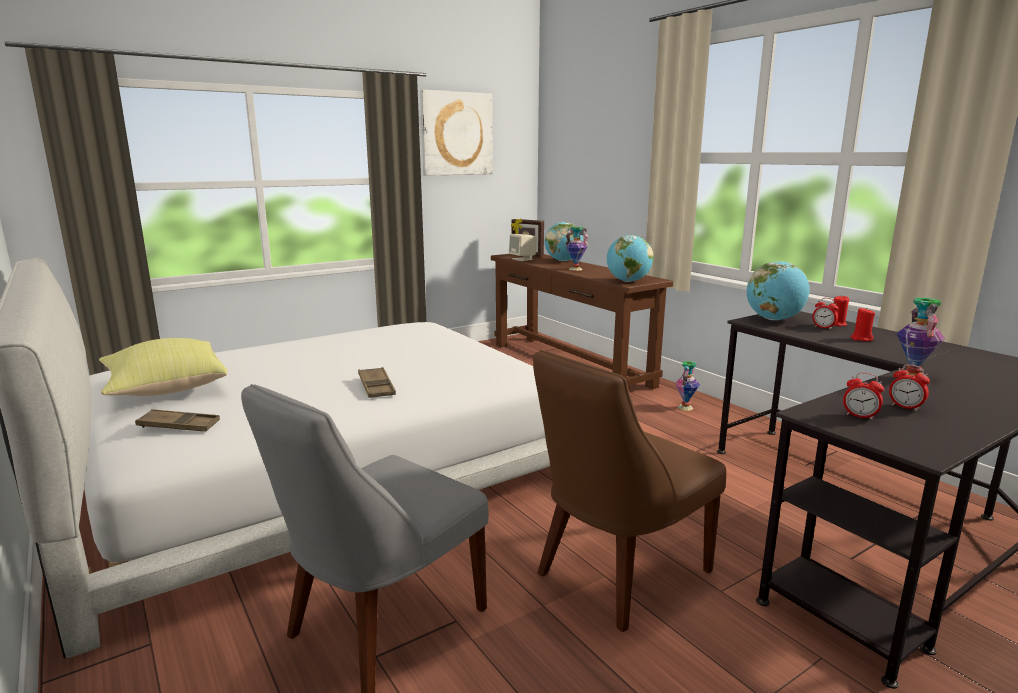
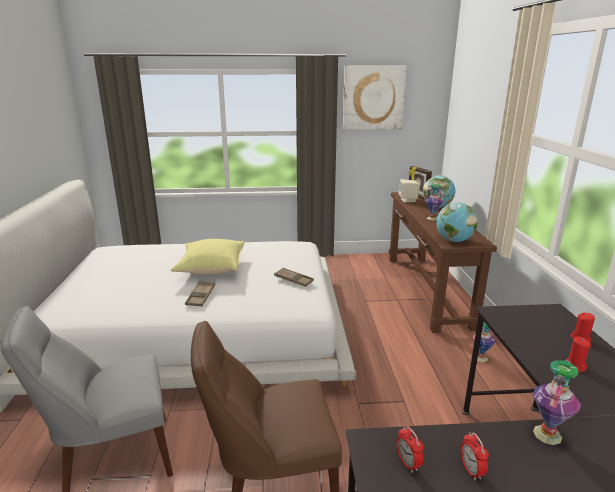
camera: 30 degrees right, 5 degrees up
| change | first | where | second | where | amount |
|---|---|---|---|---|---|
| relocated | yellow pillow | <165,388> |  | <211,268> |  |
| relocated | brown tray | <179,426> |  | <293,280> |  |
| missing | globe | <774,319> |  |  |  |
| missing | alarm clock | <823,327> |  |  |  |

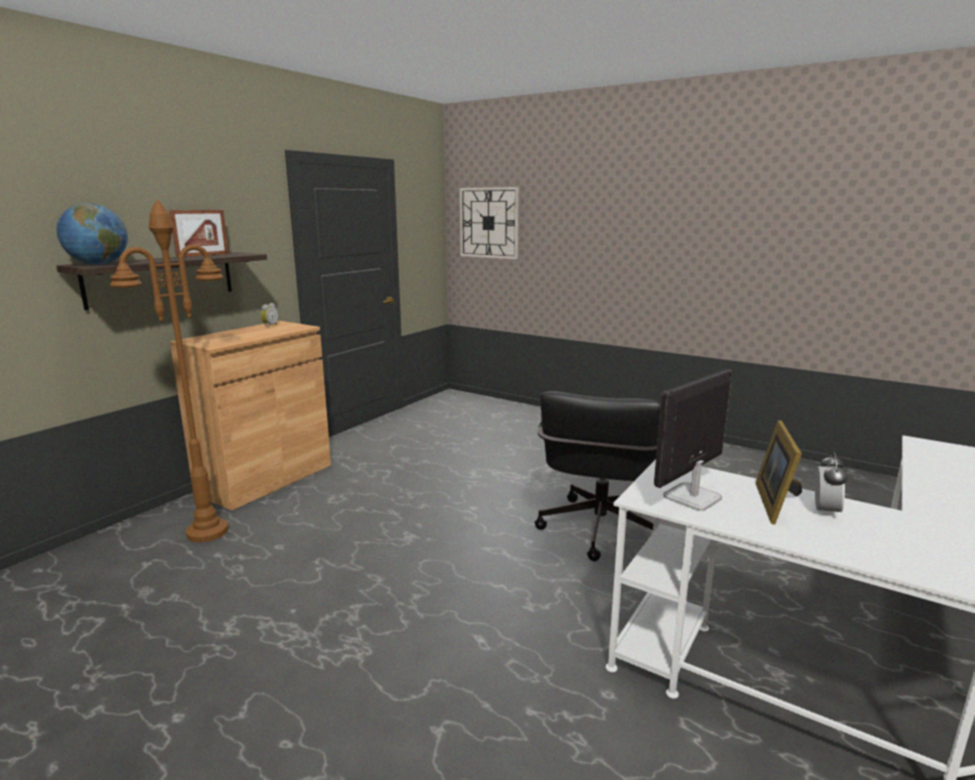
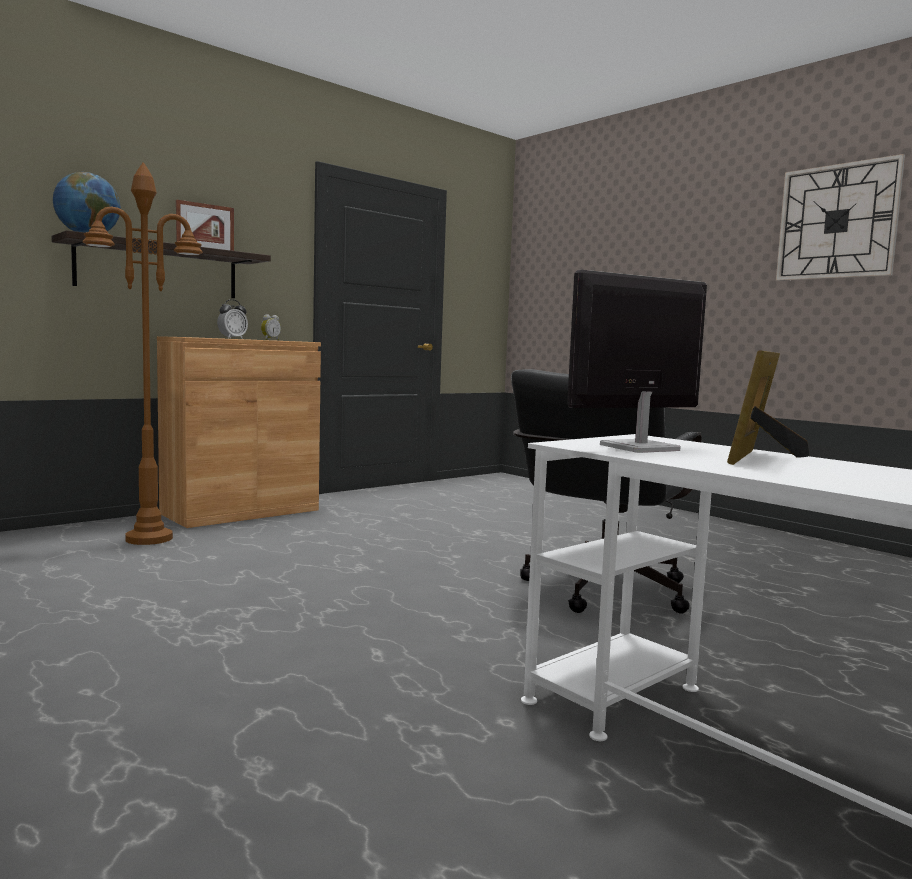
camera: 15 degrees right, 10 degrees down
| change | first | where | second | where | amount |
|---|---|---|---|---|---|
| relocated | alarm clock | <825,511> |  | <232,338> |  |
| relocated | wall clock | <489,223> |  | <837,221> |  |

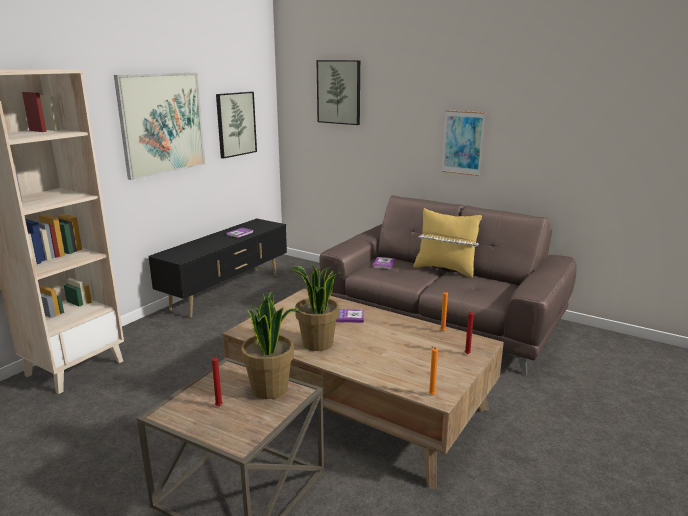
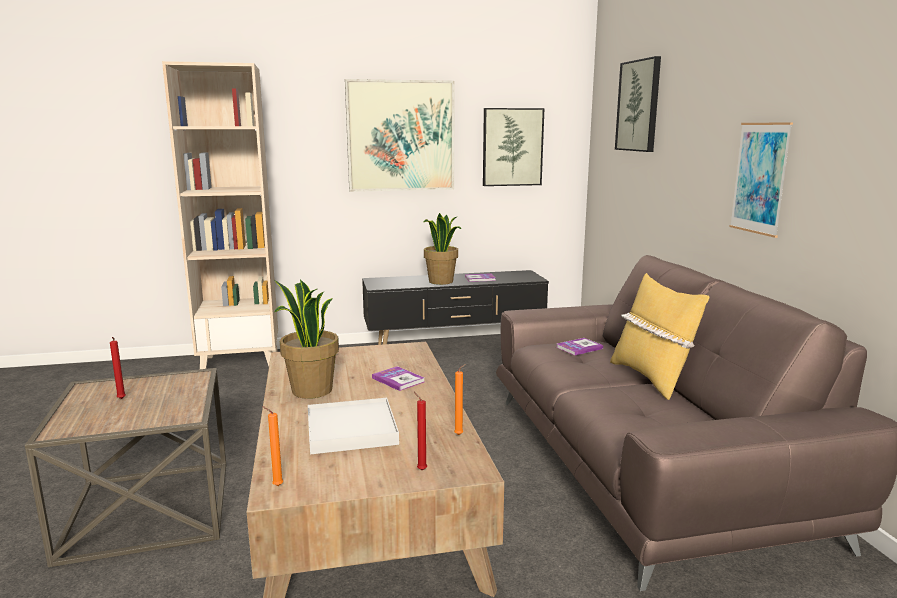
camera: 45 degrees right, 5 degrees down
| change | first | where | second | where | amount |
|---|---|---|---|---|---|
| appeared |  |  | white tray | <351,429> |  |
| relocated | potted plant | <270,389> |  | <441,282> |  |

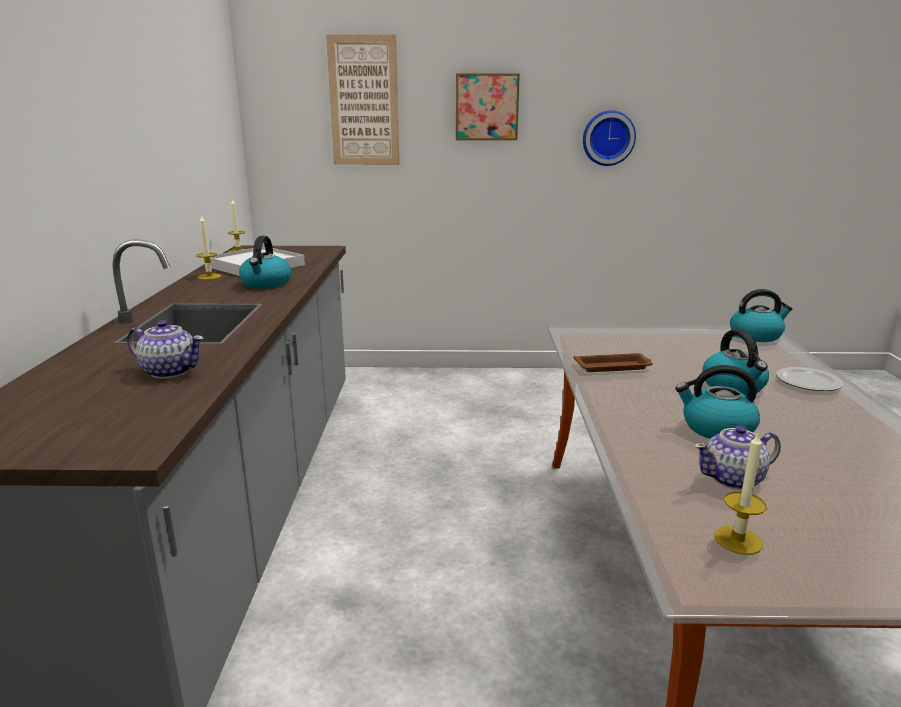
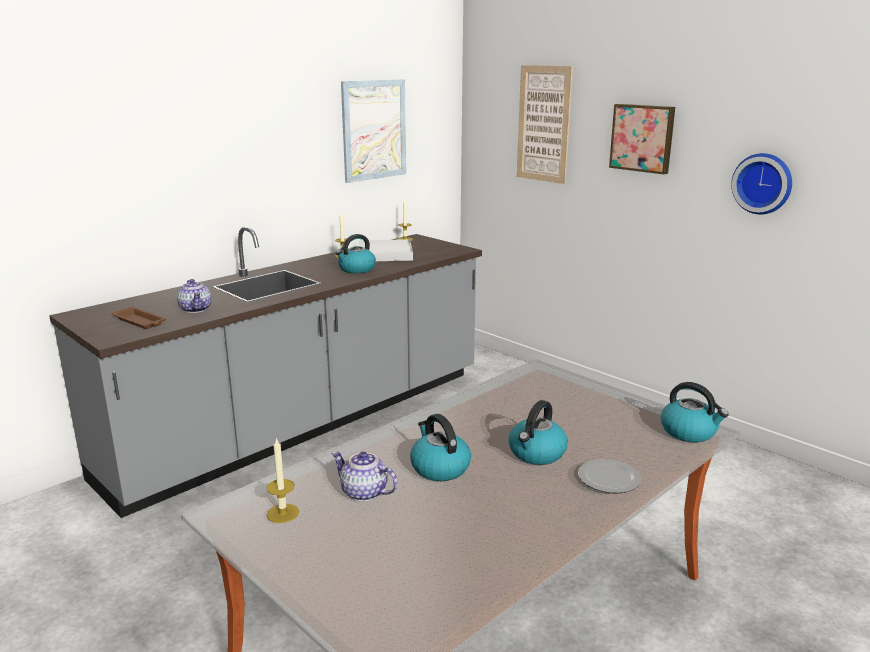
camera: 45 degrees right, 0 degrees up
| change | first | where | second | where | amount |
|---|---|---|---|---|---|
| relocated | brown tray | <613,367> |  | <140,322> |  |
| appeared |  |  | picture | <374,130> |  |

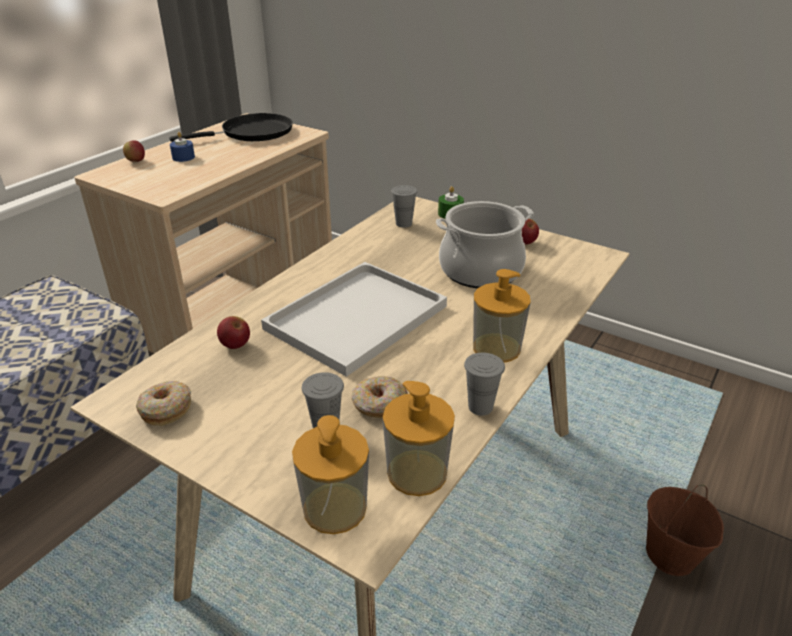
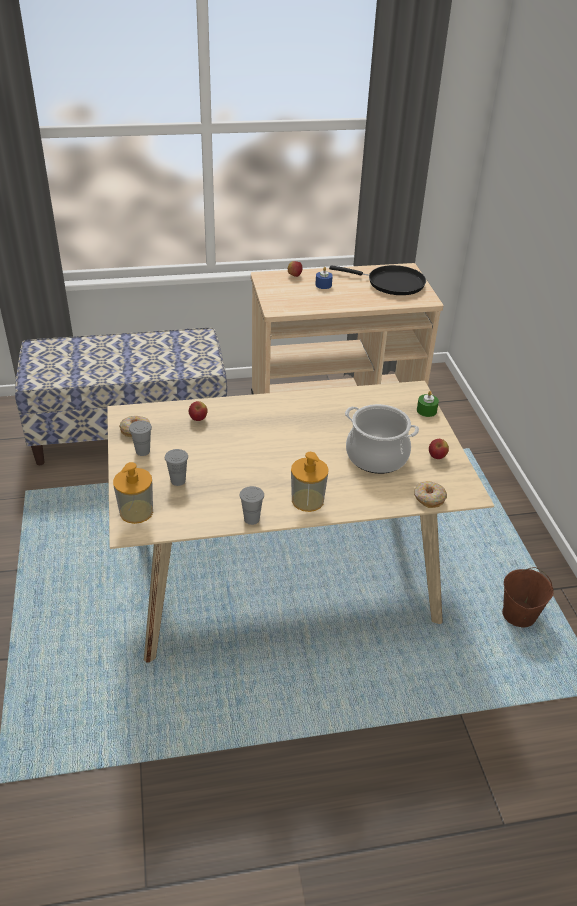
camera: 45 degrees right, 5 degrees up
| change | first | where | second | where | amount |
|---|---|---|---|---|---|
| relocated | grey cup | <403,223> |  | <143,451> |  |
| relocated | donut | <379,405> |  | <428,498> |  |
| relocated | brown bucket | <671,556> |  | <519,615> |  |
| missing | white tray | <355,319> |  |  |  |
| missing | soap dispenser | <417,472> |  |  |  |

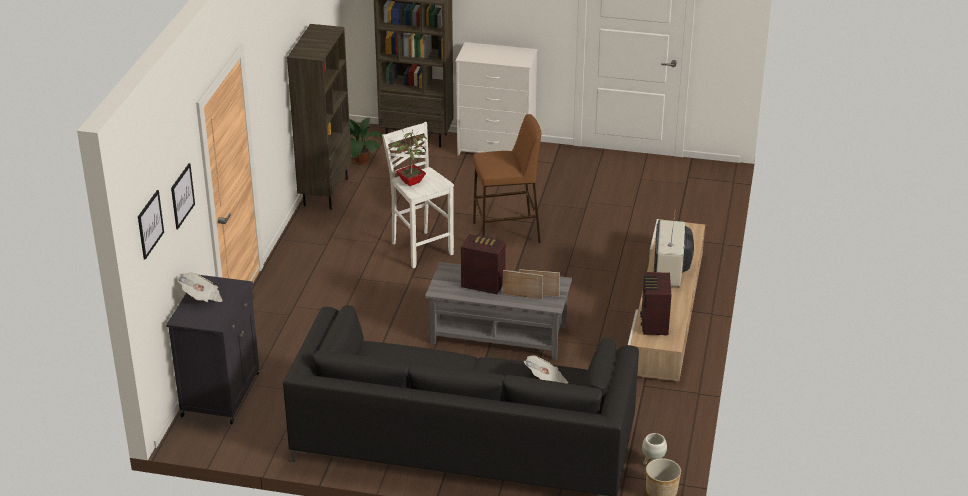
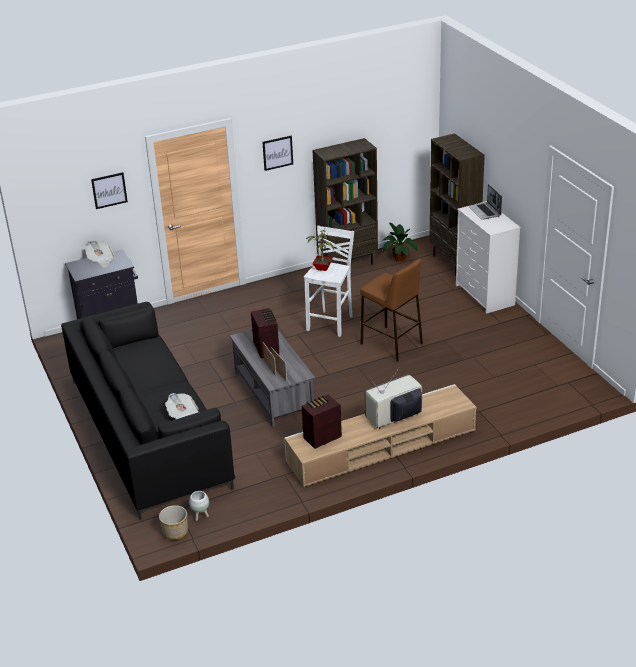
camera: 55 degrees right, 0 degrees up
| change | first | where | second | where | amount |
|---|---|---|---|---|---|
| relocated | picture | <150,224> |  | <277,153> |  |
| appeared |  |  | laptop | <485,212> |  |

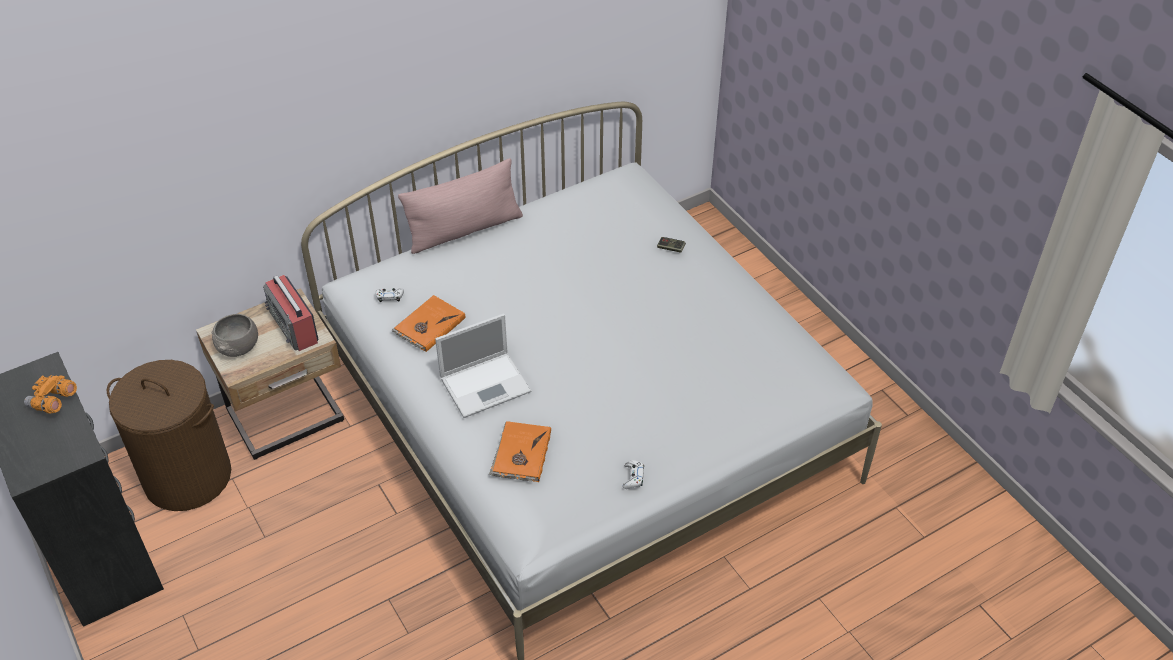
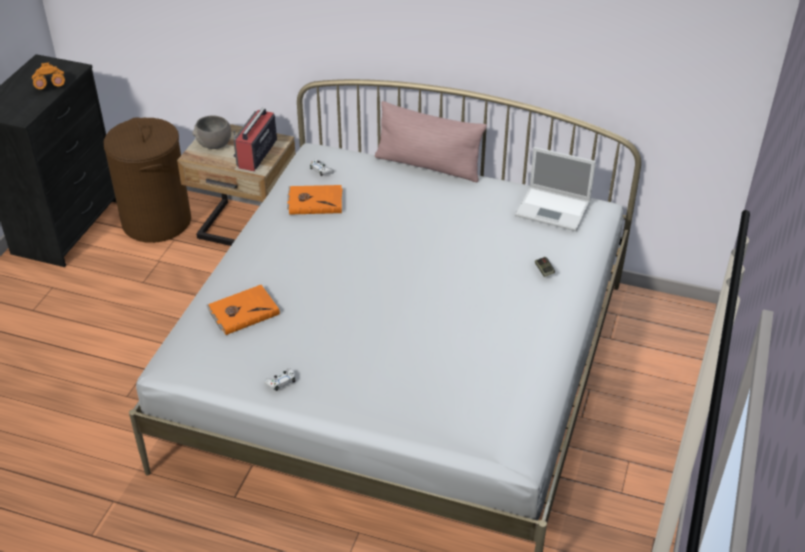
camera: 50 degrees right, 5 degrees down
| change | first | where | second | where | amount |
|---|---|---|---|---|---|
| relocated | laptop | <487,384> |  | <554,209> |  |

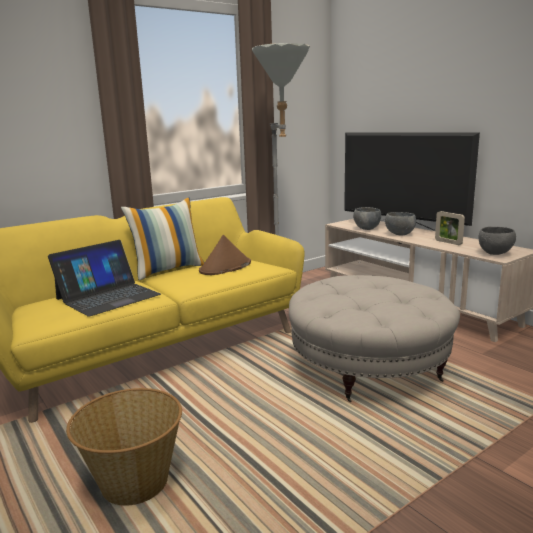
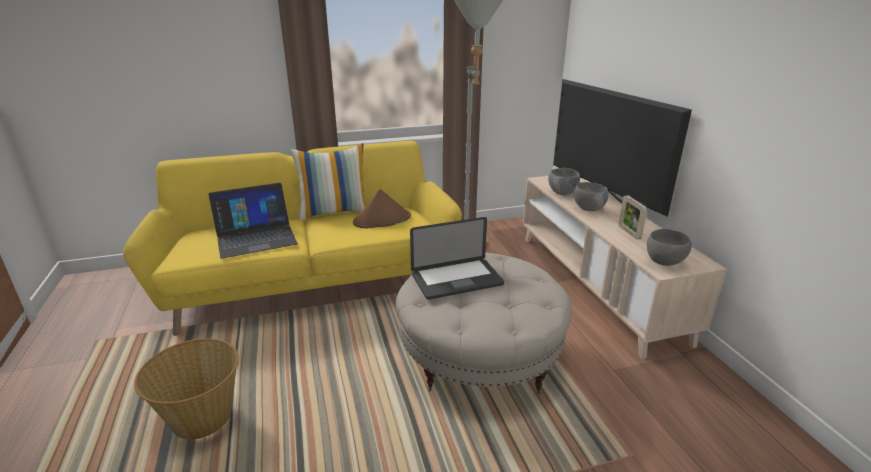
camera: 20 degrees right, 10 degrees up
| change | first | where | second | where | amount |
|---|---|---|---|---|---|
| appeared |  |  | laptop | <457,280> |  |

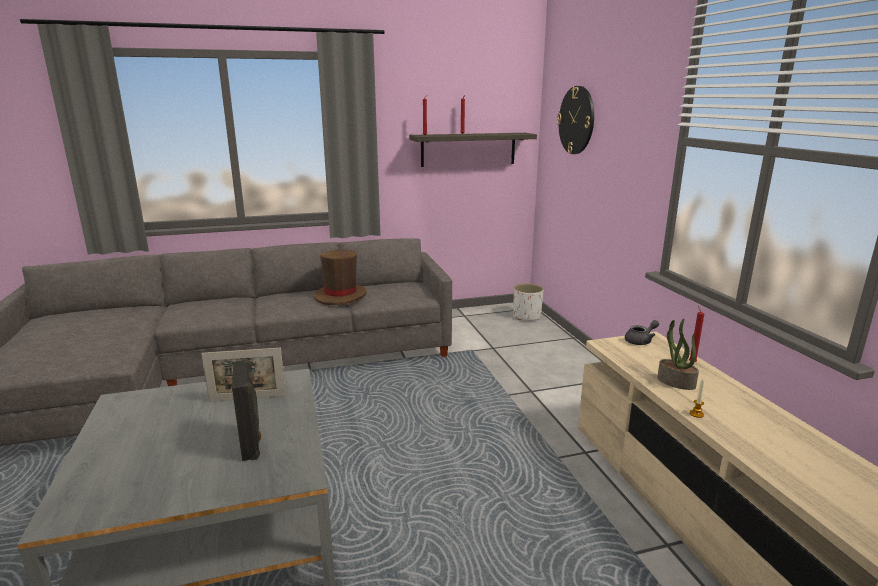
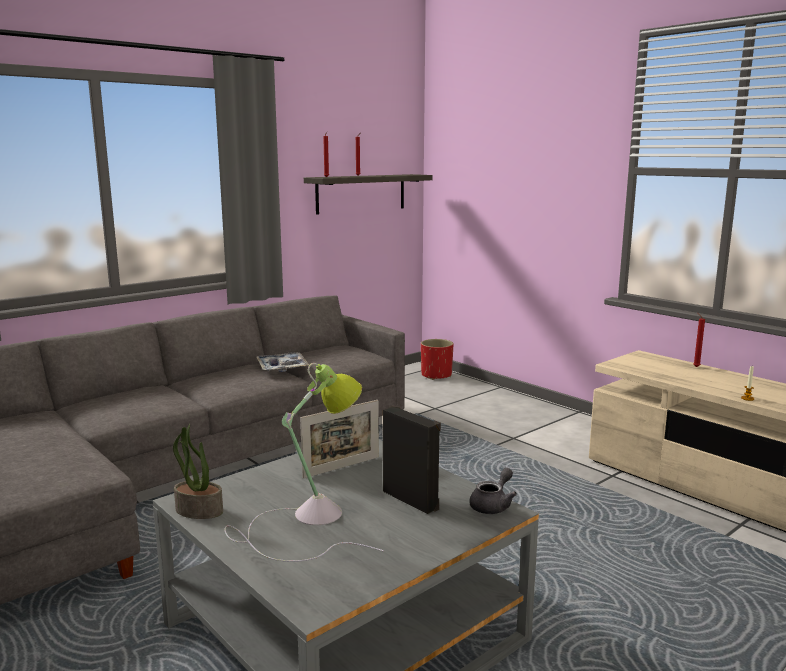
camera: 25 degrees left, 5 degrees down
| change | first | where | second | where | amount |
|---|---|---|---|---|---|
| relocated | potted plant | <675,382> |  | <198,511> |  |
| appeared |  |  | table lamp | <307,522> |  |
| exchanged | brown hat | <341,296> | tray | <282,367> |  |
| colour | white planter | <527,316> | red planter | <436,375> |  |
| relocated | grey teapot | <641,341> |  | <493,505> |  |
| missing | wall clock | <576,120> |  |  |  |

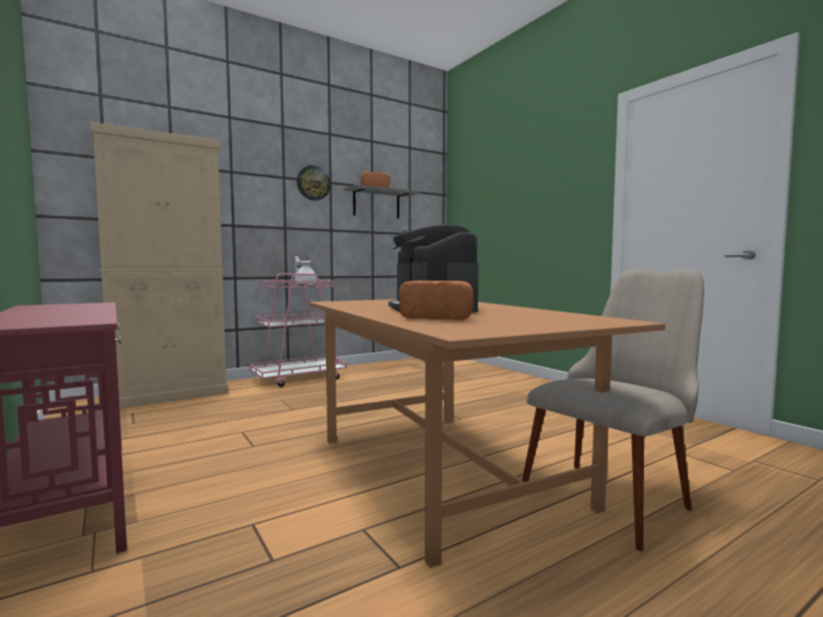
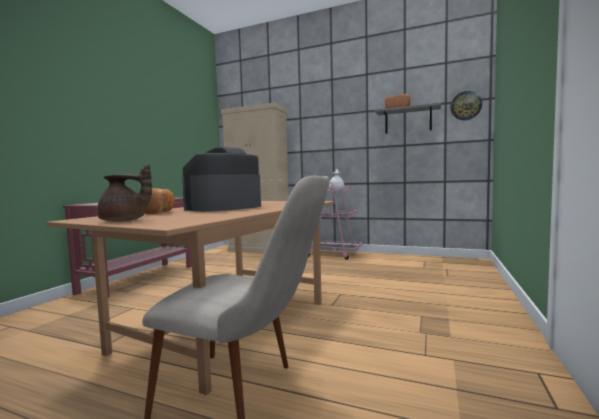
camera: 55 degrees right, 0 degrees up
| change | first | where | second | where | amount |
|---|---|---|---|---|---|
| appeared |  |  | brown teapot | <124,221> |  |
| relocated | wall clock | <313,183> |  | <465,106> |  |

